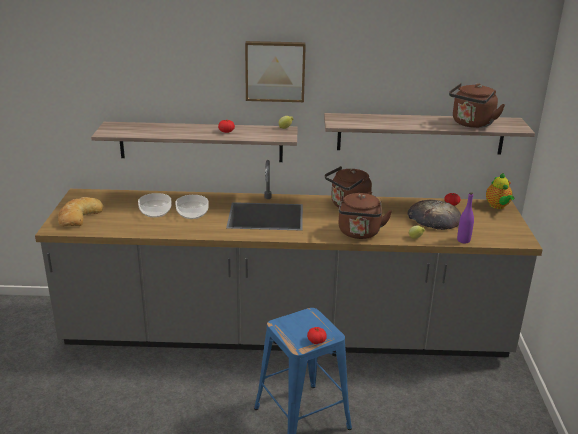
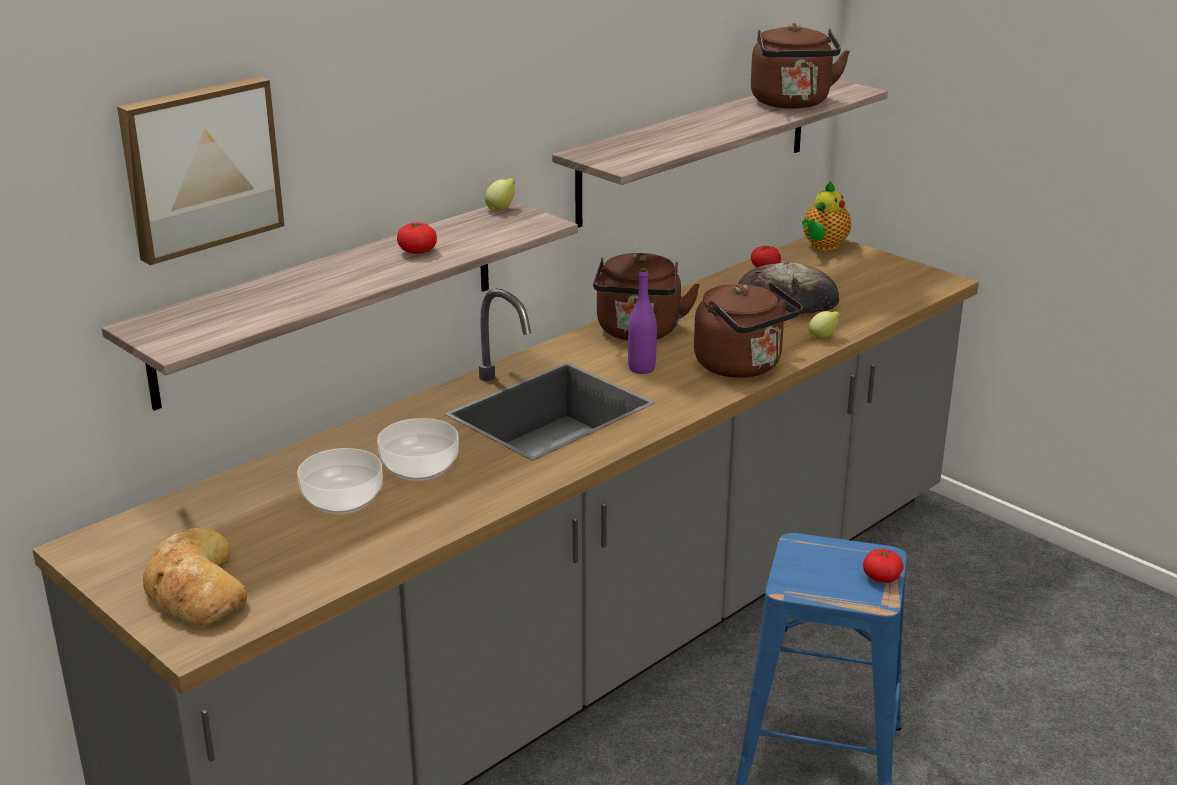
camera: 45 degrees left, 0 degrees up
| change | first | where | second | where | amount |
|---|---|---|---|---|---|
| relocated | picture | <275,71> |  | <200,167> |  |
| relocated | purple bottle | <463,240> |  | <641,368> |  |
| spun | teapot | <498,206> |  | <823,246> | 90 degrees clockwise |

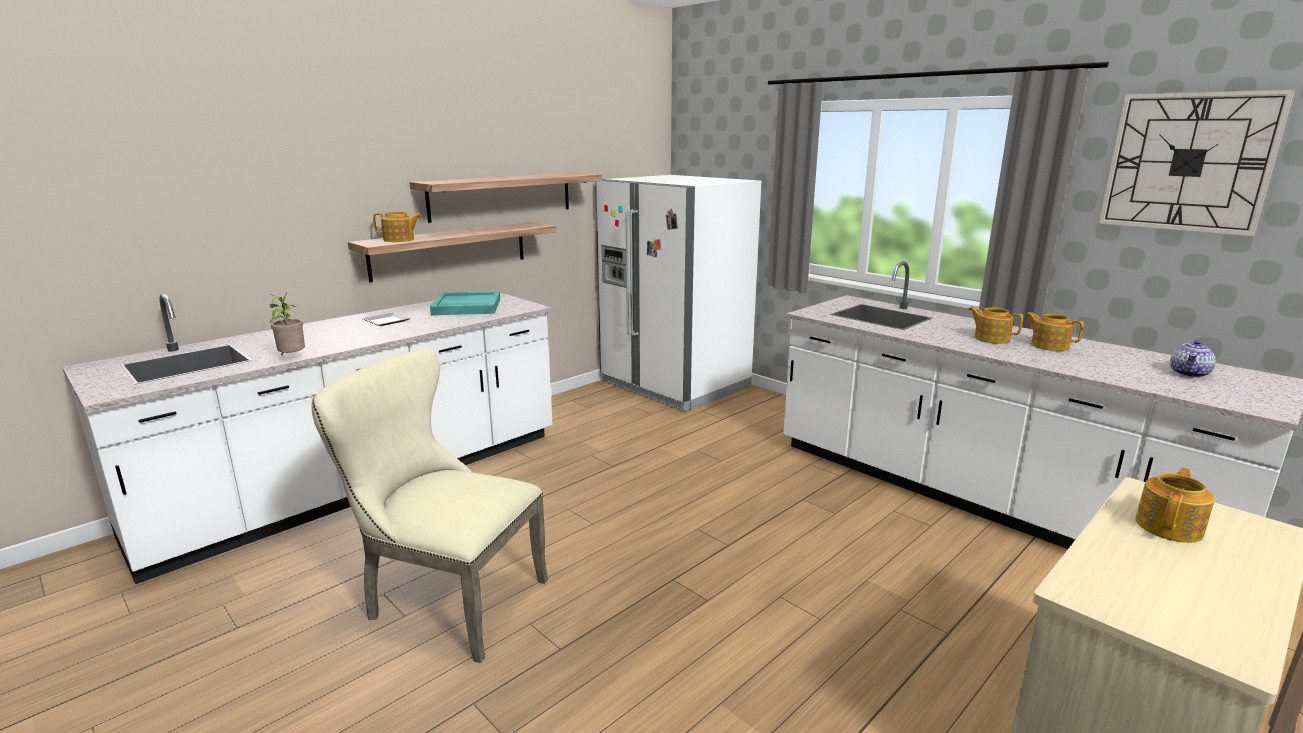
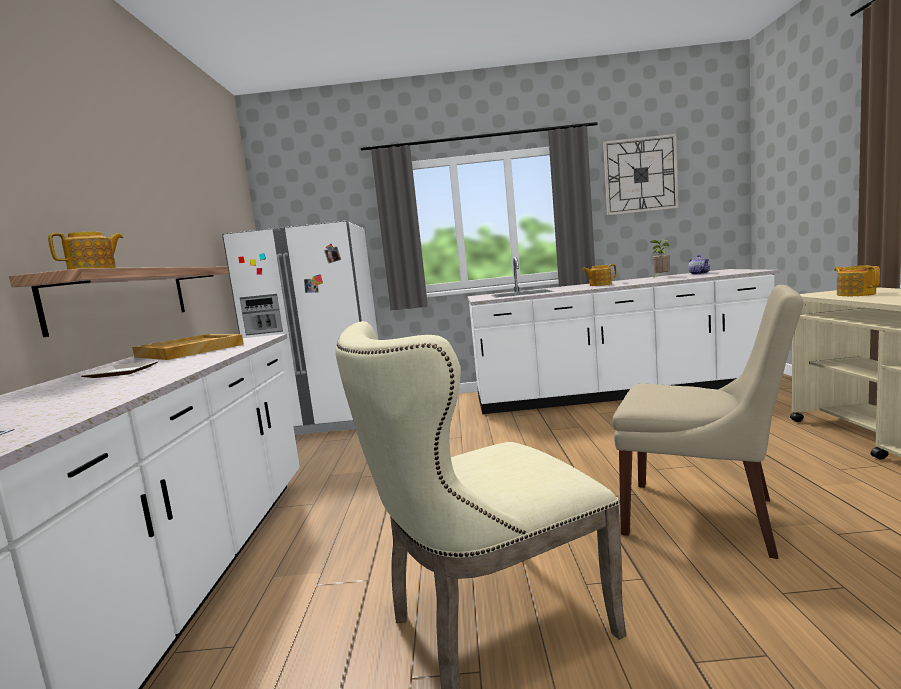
camera: 45 degrees left, 10 degrees down
| change | first | where | second | where | amount |
|---|---|---|---|---|---|
| colour | turquoise tray | <466,307> | beige tray | <189,351> |  |
| appeared |  |  | beige chair | <705,517> |  |
| relocated | potted plant | <292,358> |  | <660,277> |  |
| missing | shelf | <502,196> |  |  |  |
| missing | teapot | <1049,346> |  |  |  |

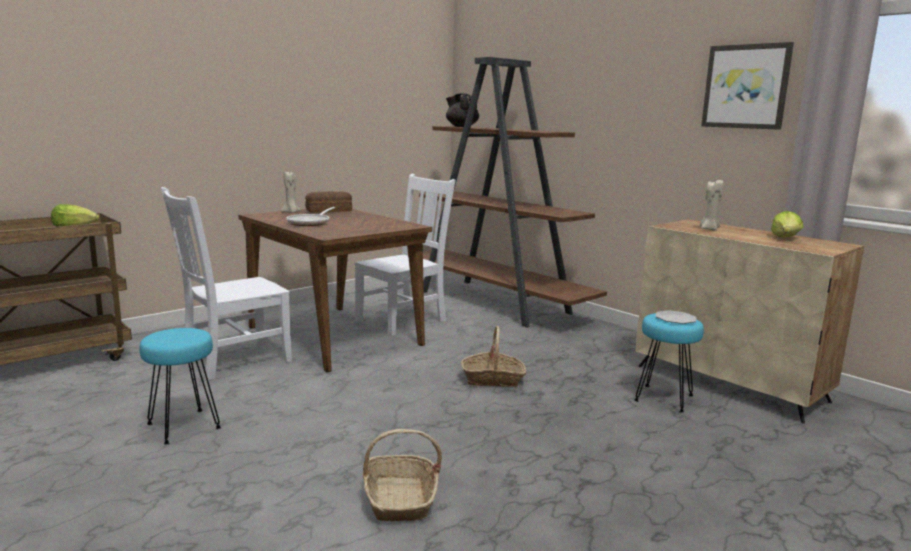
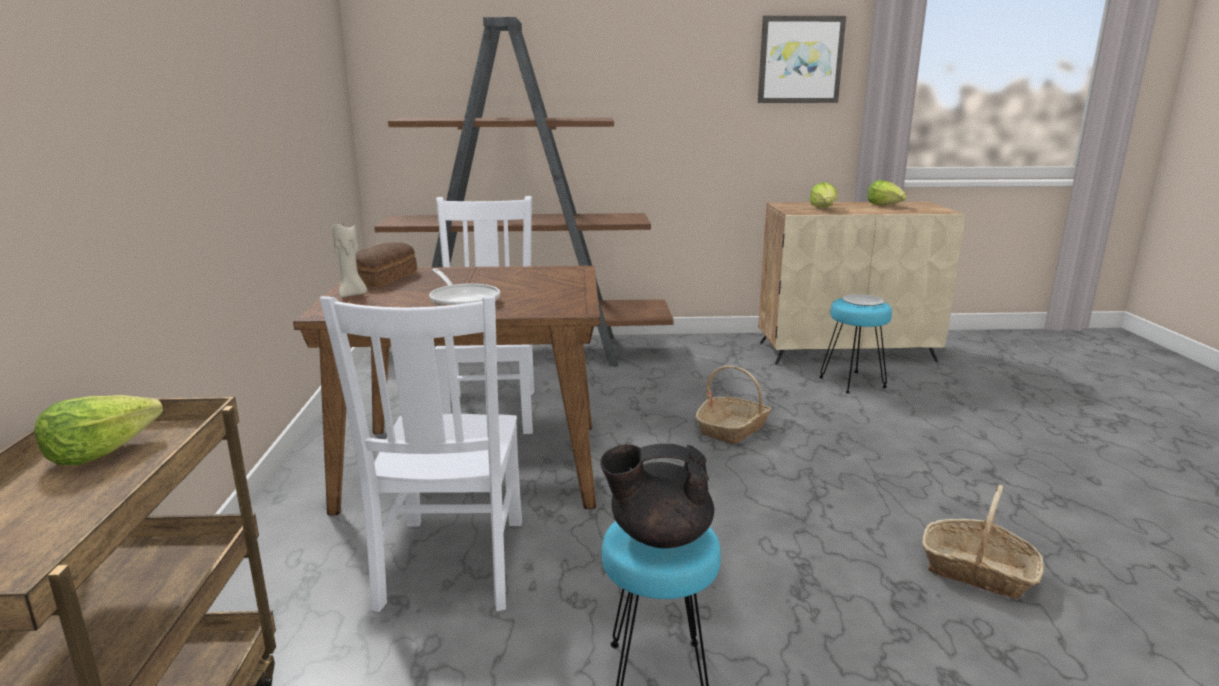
camera: 50 degrees left, 5 degrees up
| change | first | where | second | where | amount |
|---|---|---|---|---|---|
| relocated | black teapot | <461,126> |  | <659,536> |  |
| exchanged | beige candle | <708,229> | lettuce | <824,208> |  |

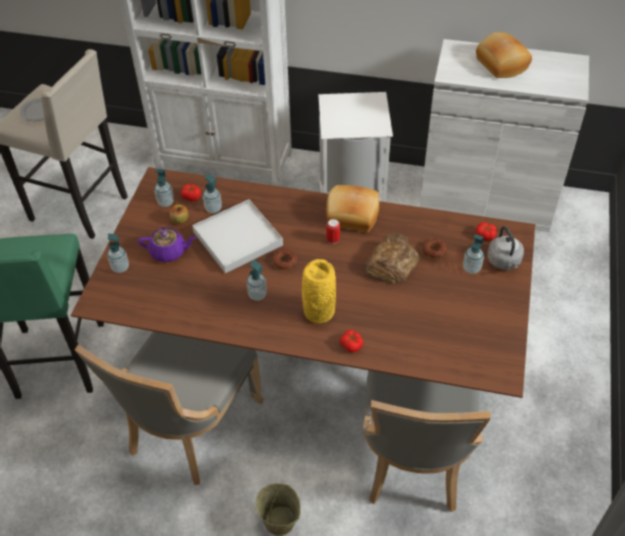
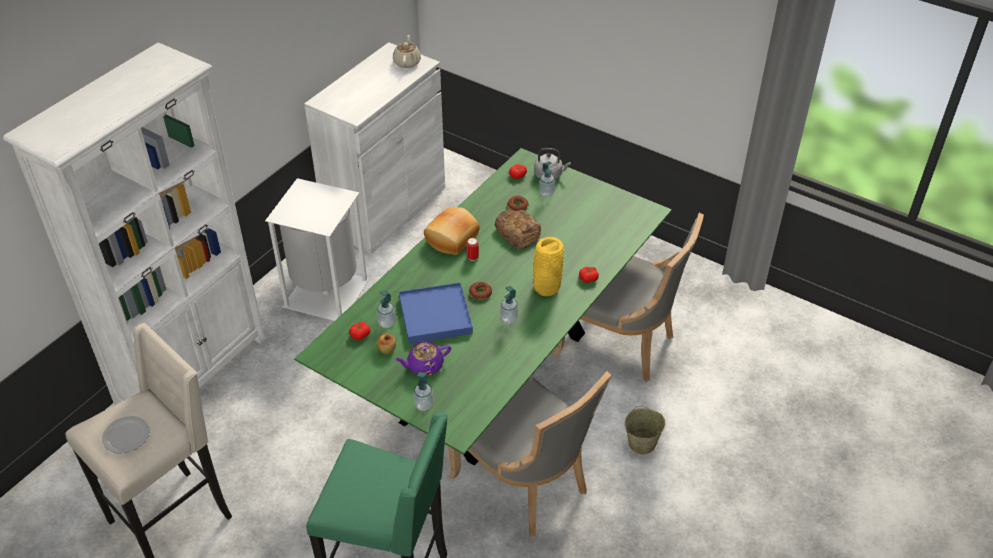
camera: 70 degrees left, 5 degrees down
| change | first | where | second | where | amount |
|---|---|---|---|---|---|
| colour | brown dining table | <314,360> | green dining table | <496,375> |  |
| appeared |  |  | beige teapot | <407,62> |  |
| spun | purple teapot | <169,252> |  | <424,366> | 135 degrees counterclockwise |
| colour | white tray | <237,239> | blue tray | <435,316> |  |
| missing | soap dispenser | <166,202> |  |  |  |
| missing | bread | <500,64> |  |  |  |

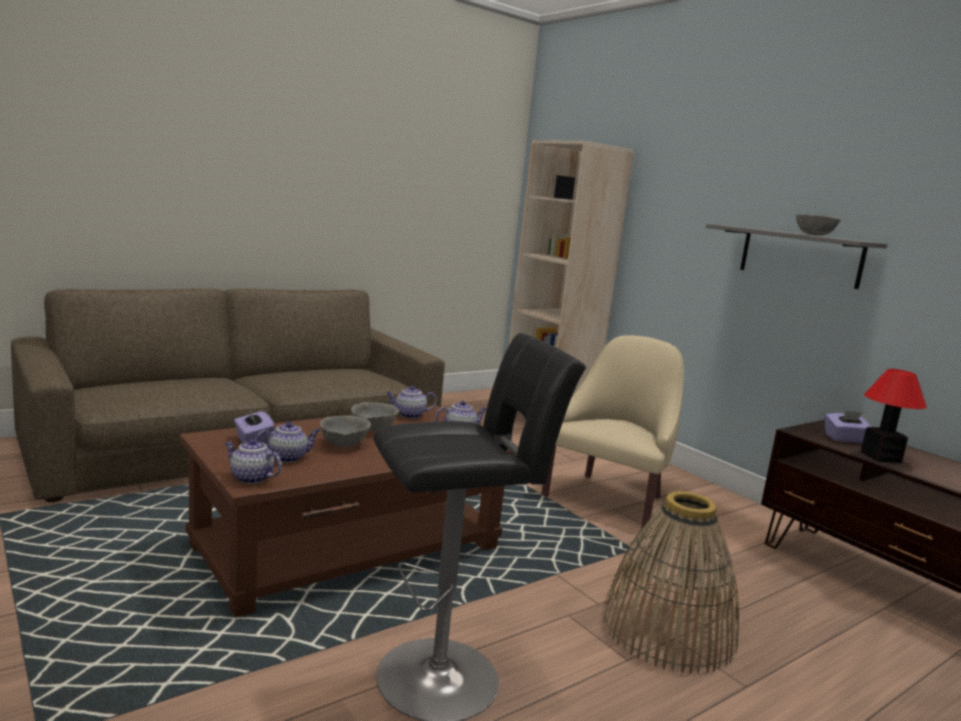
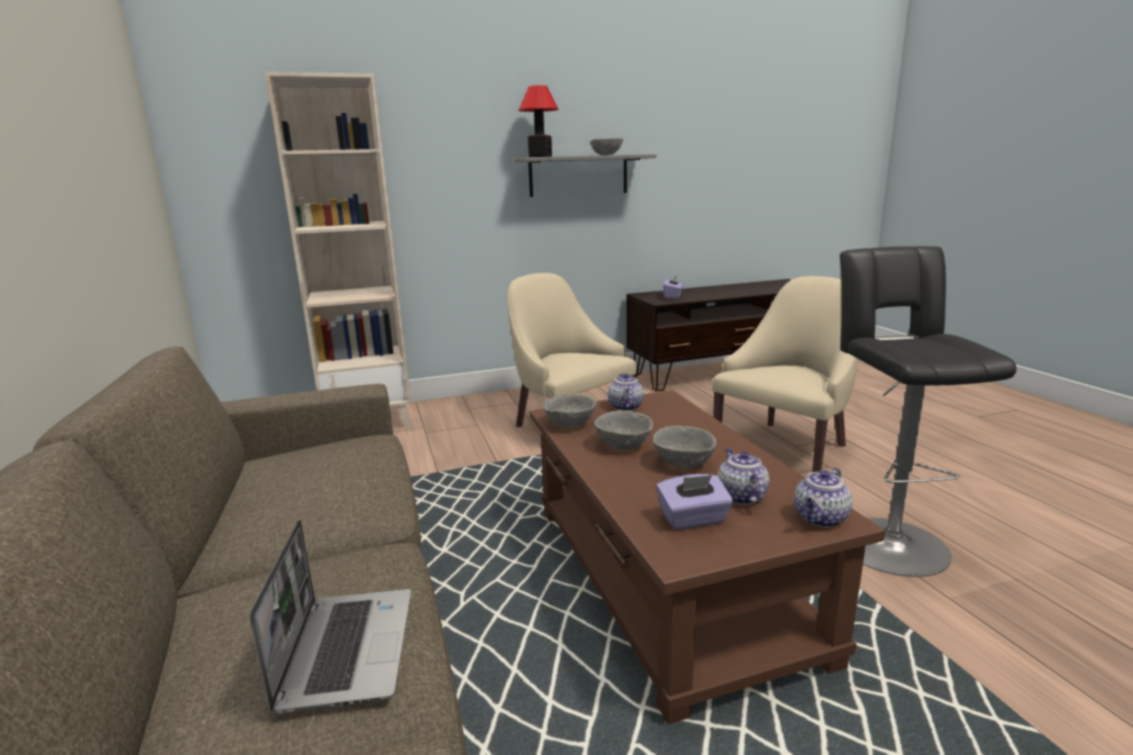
camera: 70 degrees left, 5 degrees up
| change | first | where | second | where | amount |
|---|---|---|---|---|---|
| appeared |  |  | laptop | <346,647> |  |
| relocated | table lamp | <880,457> |  | <540,156> |  |
| exchanged | teapot | <409,415> | grey bowl | <571,425> |  |
| exchanged | basket | <668,630> | beige armchair | <786,446> |  |

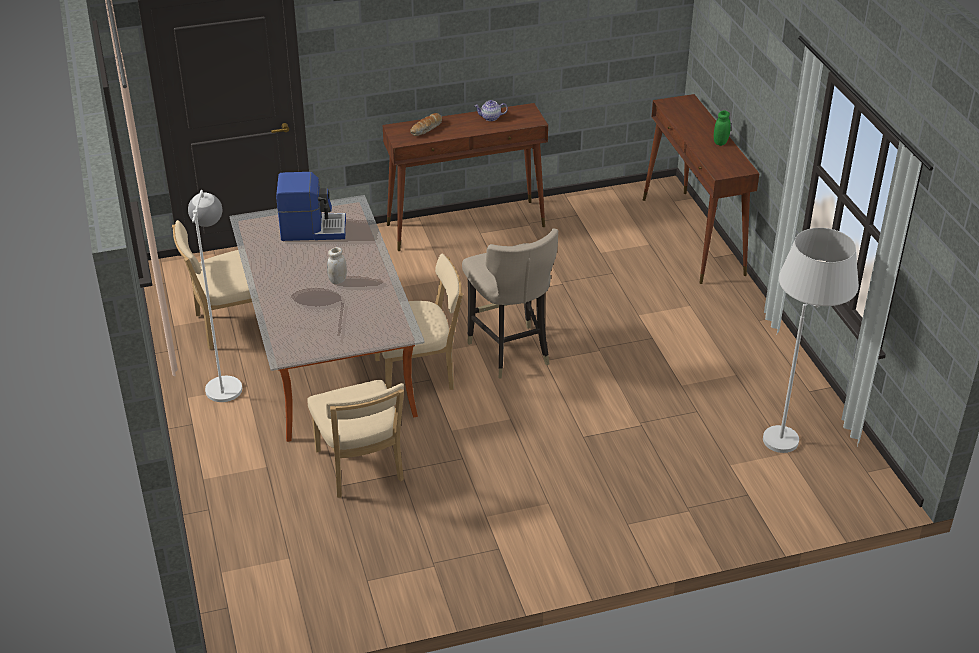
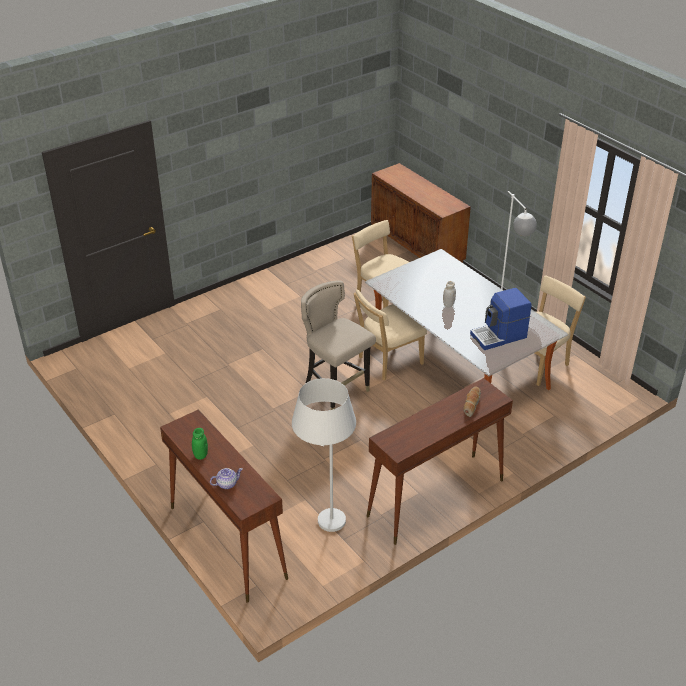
camera: 160 degrees right, 0 degrees up
| change | first | where | second | where | amount |
|---|---|---|---|---|---|
| relocated | teapot | <490,118> |  | <227,484> |  |
| relocated | white floor lamp | <791,430> |  | <325,532> |  |
| appeared |  |  | brown cabinet | <417,251> |  |

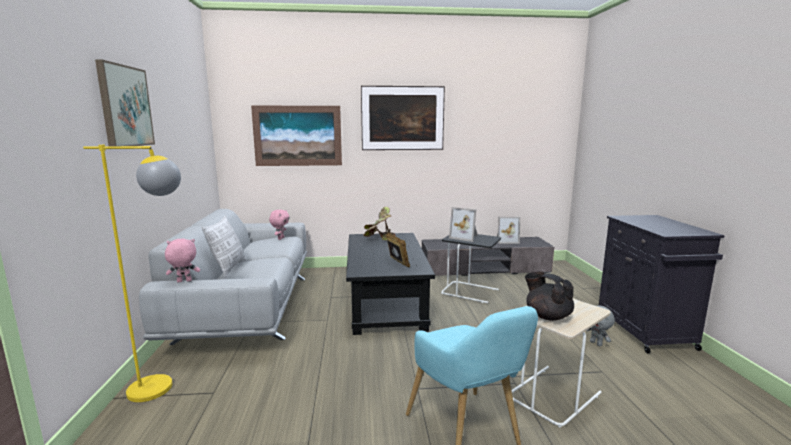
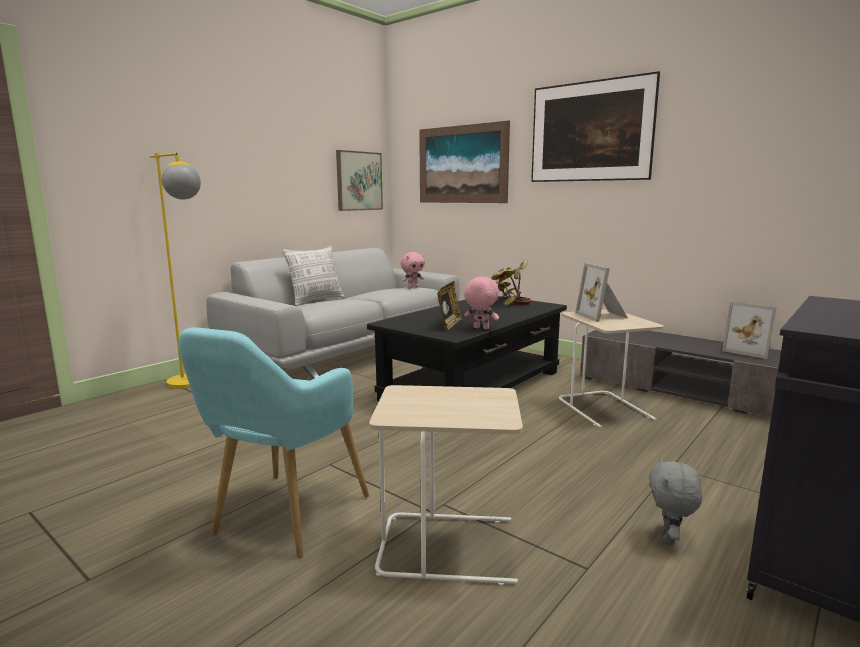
camera: 45 degrees right, 0 degrees up
| change | first | where | second | where | amount |
|---|---|---|---|---|---|
| relocated | picture | <125,106> |  | <359,181> |  |
| relocated | pink plush toy | <184,281> |  | <480,328> |  |
| colour | black side table | <470,292> | beige side table | <605,409> |  |
| missing | black teapot | <547,316> |  |  |  |

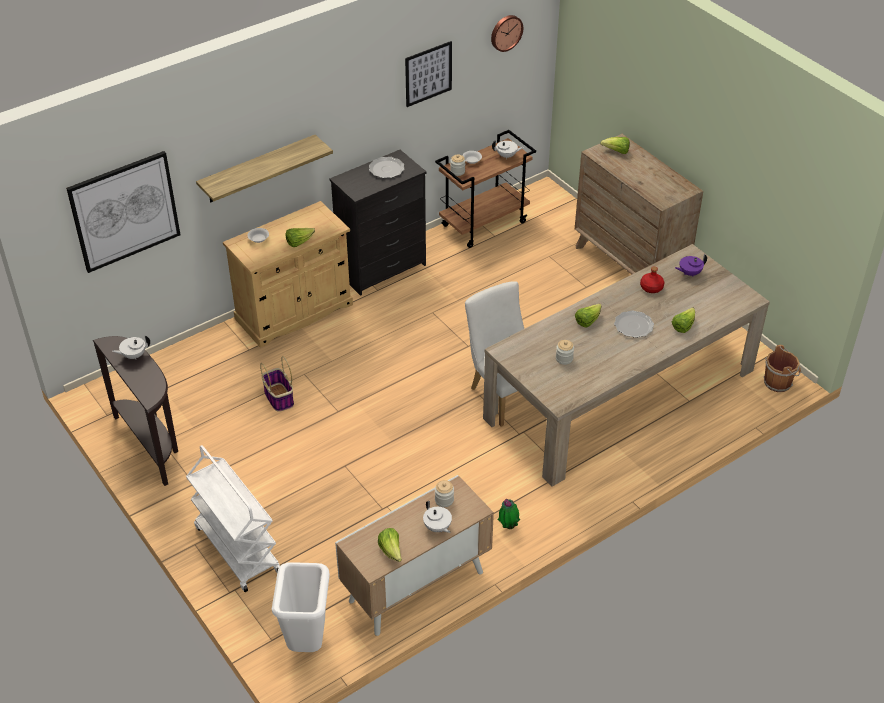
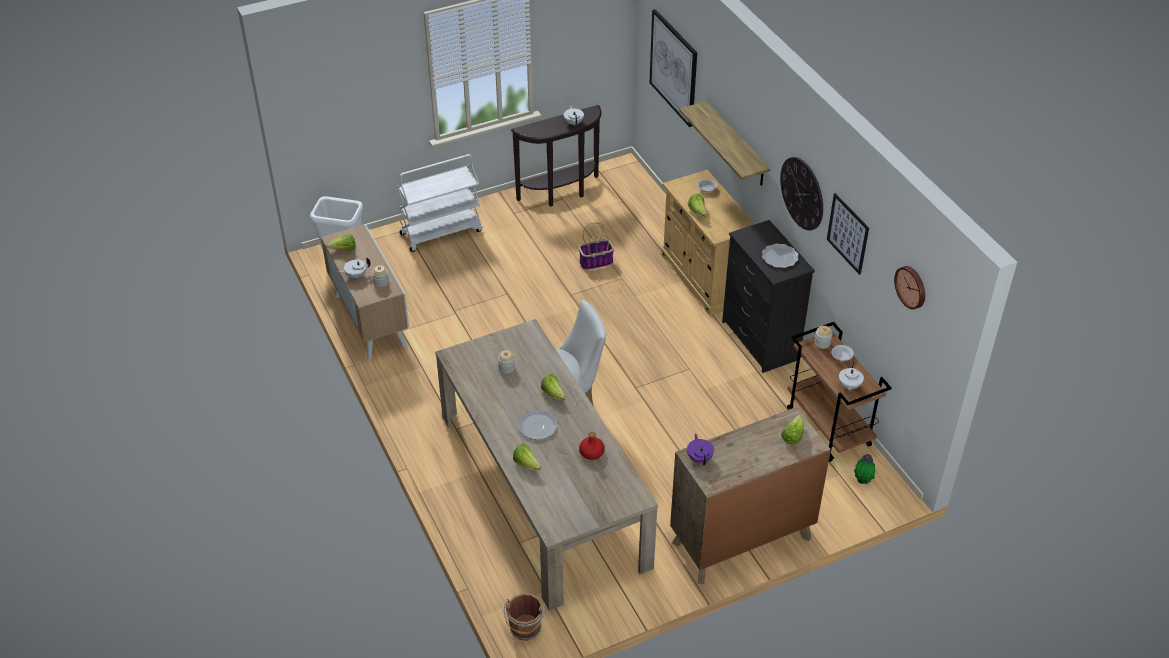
camera: 100 degrees right, 0 degrees up
| change | first | where | second | where | amount |
|---|---|---|---|---|---|
| relocated | purple teapot | <689,273> |  | <699,458> |  |
| appeared |  |  | wall clock | <802,193> |  |
| relocated | potted plant | <508,526> |  | <862,481> |  |

